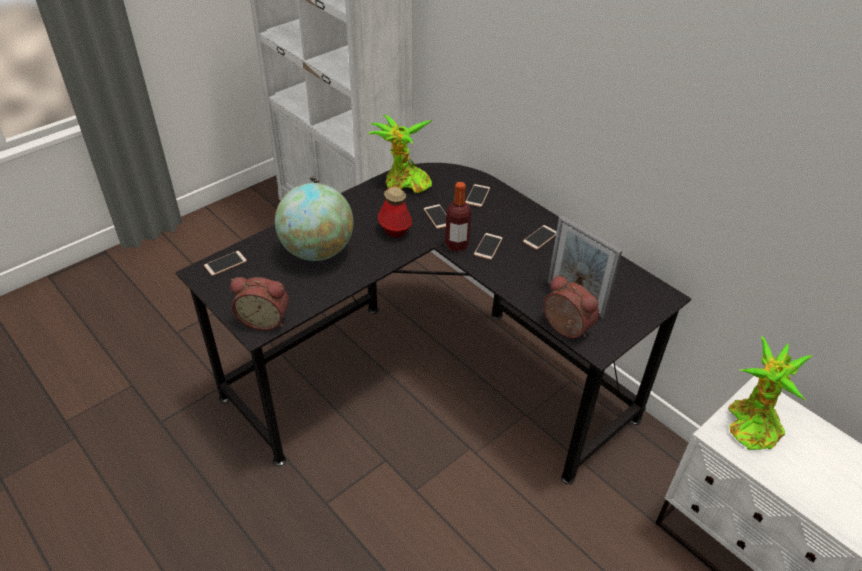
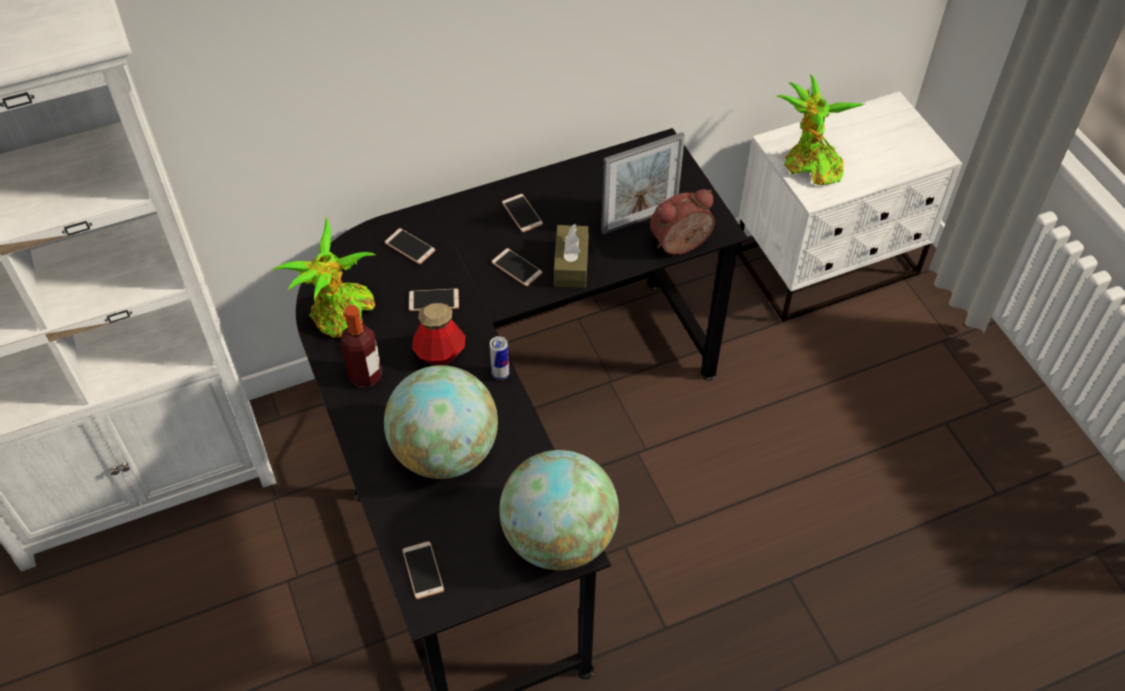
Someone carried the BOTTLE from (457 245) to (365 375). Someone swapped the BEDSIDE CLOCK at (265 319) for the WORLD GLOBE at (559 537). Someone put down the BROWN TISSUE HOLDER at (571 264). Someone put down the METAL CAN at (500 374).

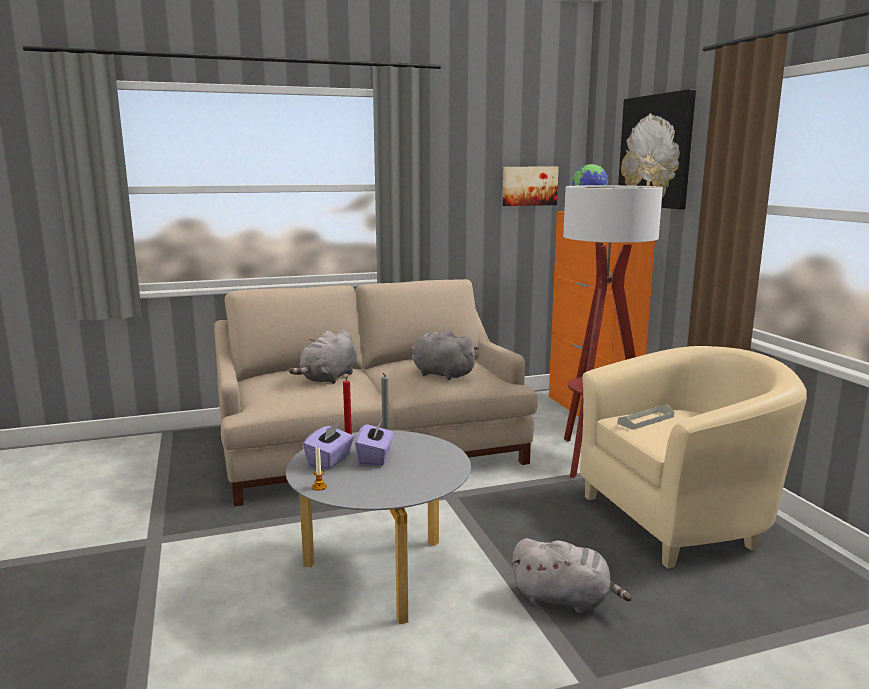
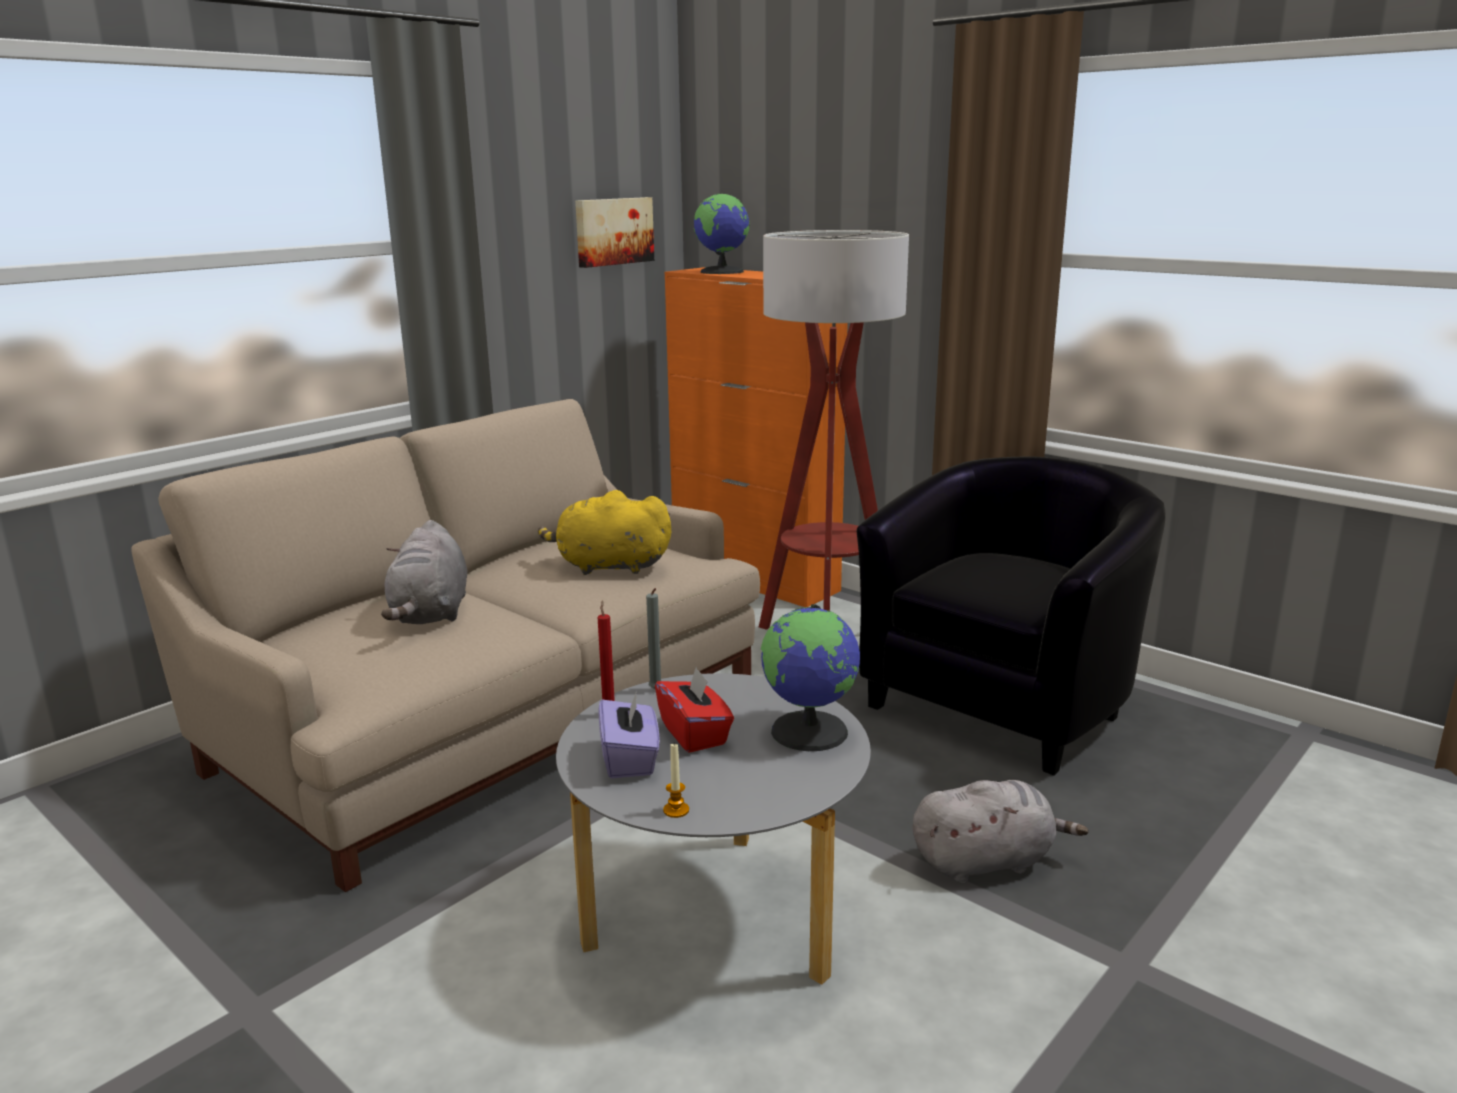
Someone took away the PICTURE at (656 151). Someone repainted the GRAY PLUSH TOY at (440 374), which became the YELLOW-COLOURED PLUSH TOY at (608 566). Someone repainted the BEIGE EASY CHAIR at (681 518), which became the BLACKISH EASY CHAIR at (1005 702). Someone took away the GRAY CARRYING TRAY at (646 420). Someone repainted the PURPLISH TISSUE HOLDER at (375 458), which became the RED-COLOURED TISSUE HOLDER at (695 734). Someone put down the WORLD GLOBE at (811 731).

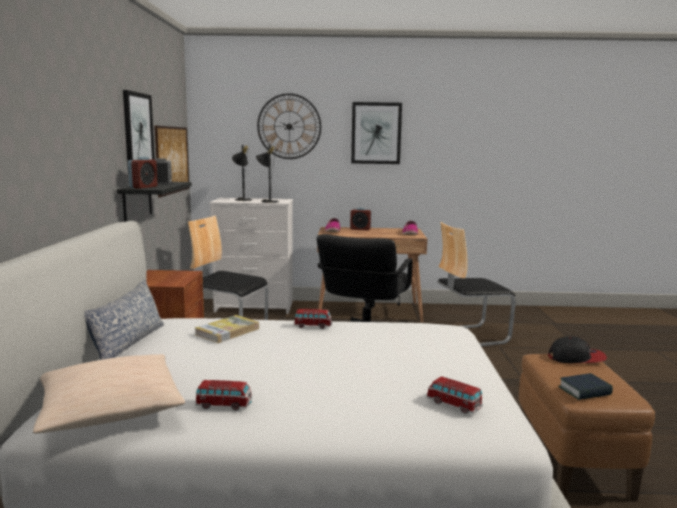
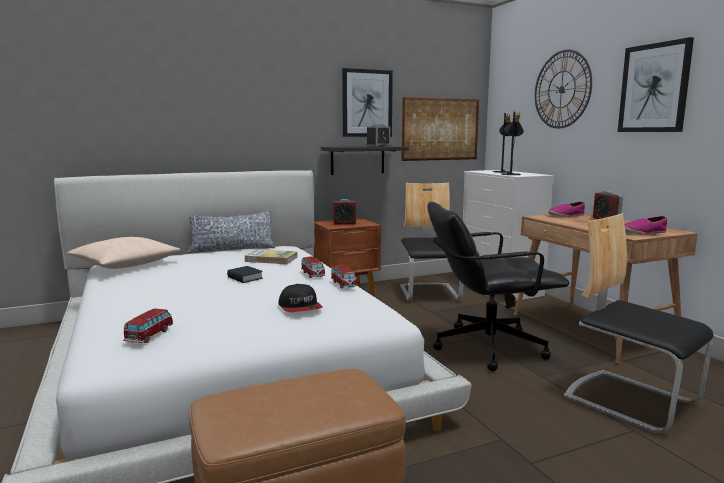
Someone carried the BEDSIDE CLOCK from (143 187) to (344 223). Someone carried the PEAKED CAP from (576 358) to (300 307). Someone carried the BOUND BOOK from (584 391) to (245 278). Someone carried the TOY CAR from (224 405) to (343 284).

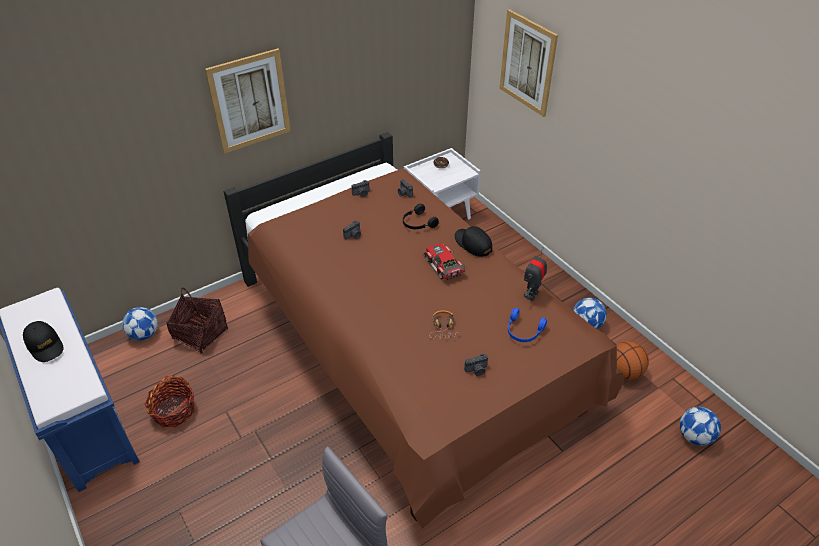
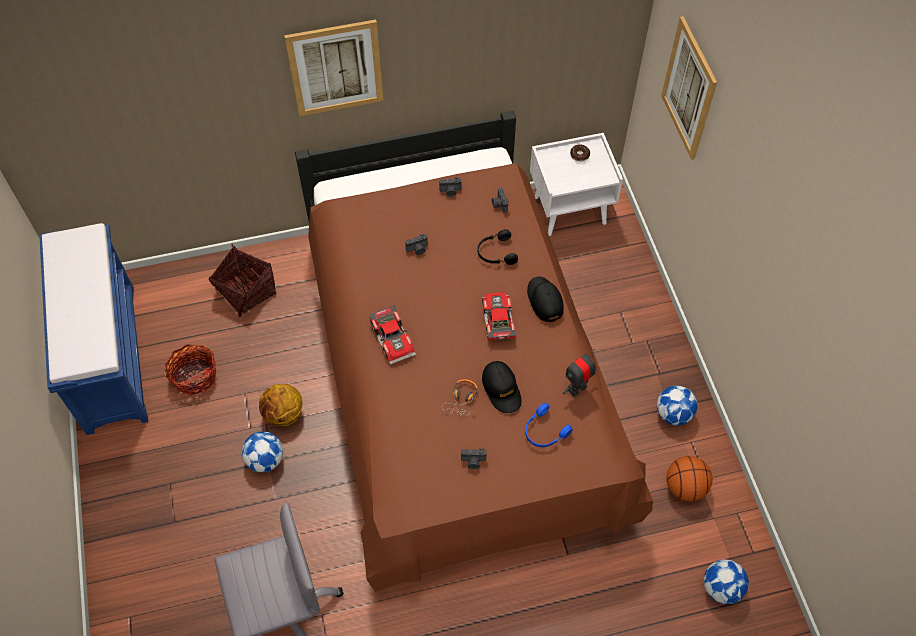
Someone carried the BALL FOR FOOTBALL from (144 334) to (265 460). Someone carried the BLACKISH PEAKED CAP from (45 345) to (501 389). Someone put down the TOY CAR at (394 338). Someone put down the BASKETBALL BALL at (283 414).

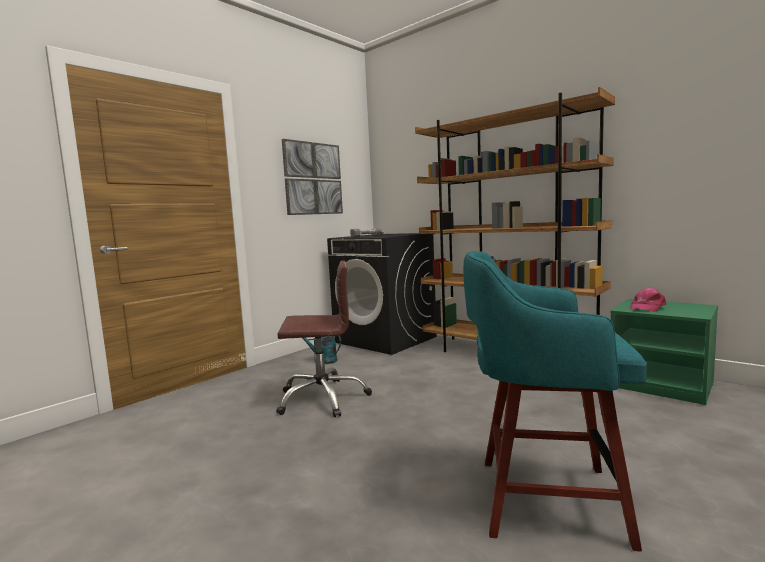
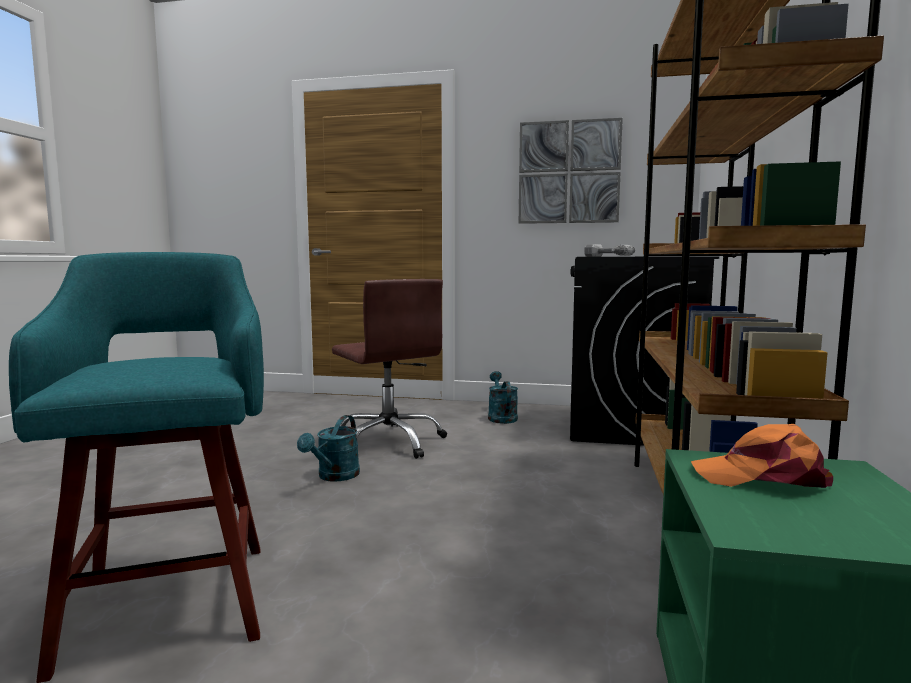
Someone repainted the PINKISH PEAKED CAP at (646 307), which became the ORANGEY PEAKED CAP at (762 477). Someone put down the TURQUOISE-COLOURED WATERING CAN at (334 477).

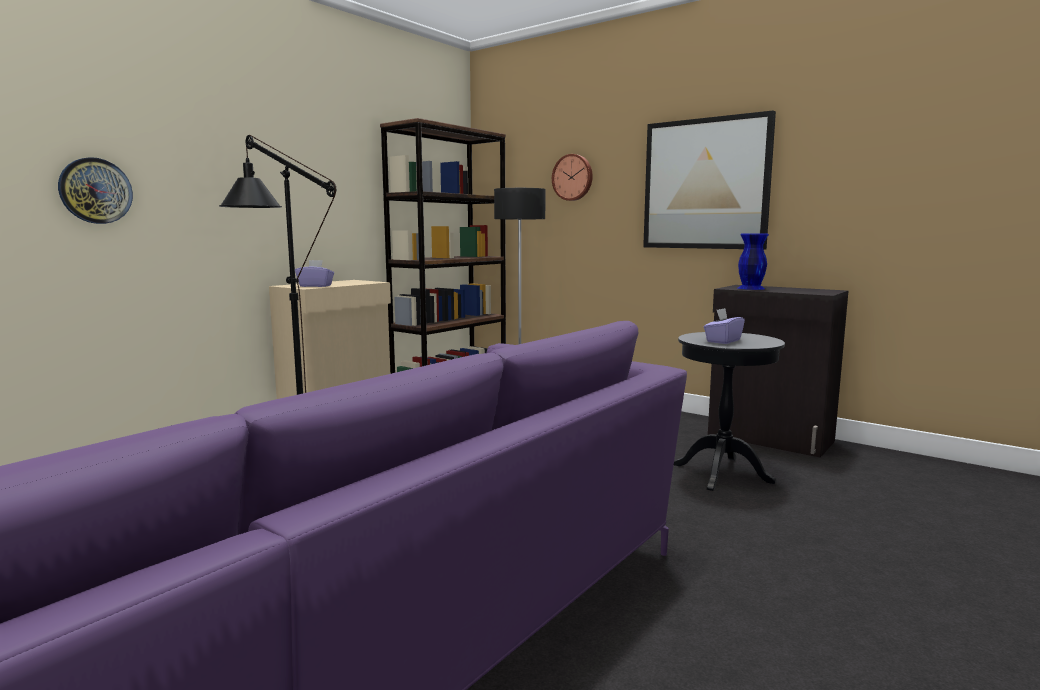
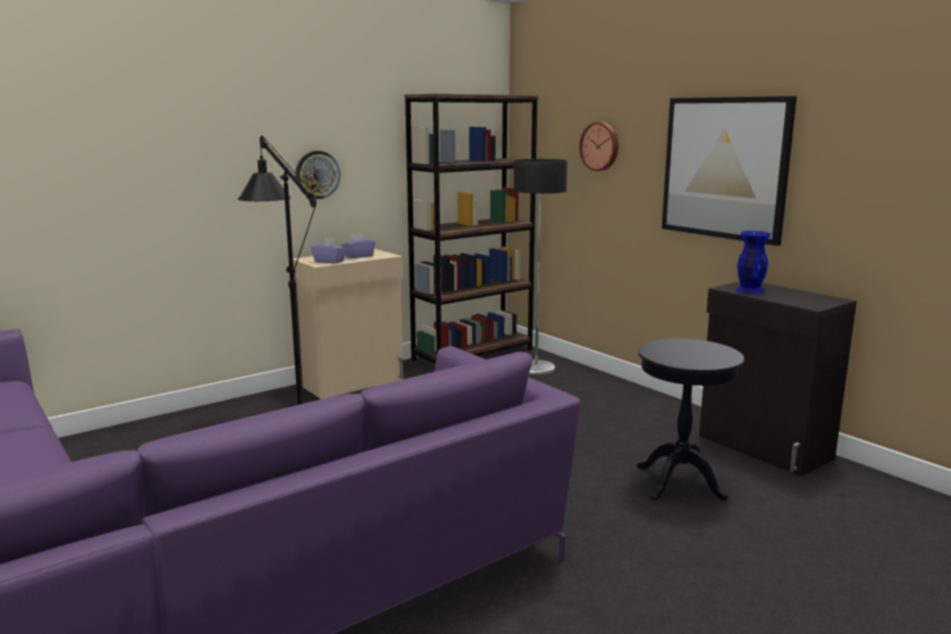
Someone carried the CLOCK ON THE WALL from (95 191) to (317 174). Someone carried the PURPLISH TISSUE HOLDER from (723 341) to (358 256).

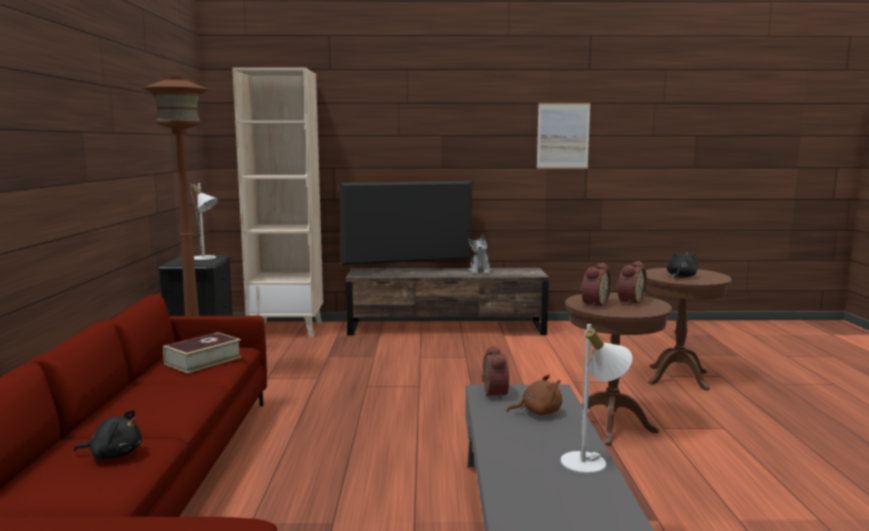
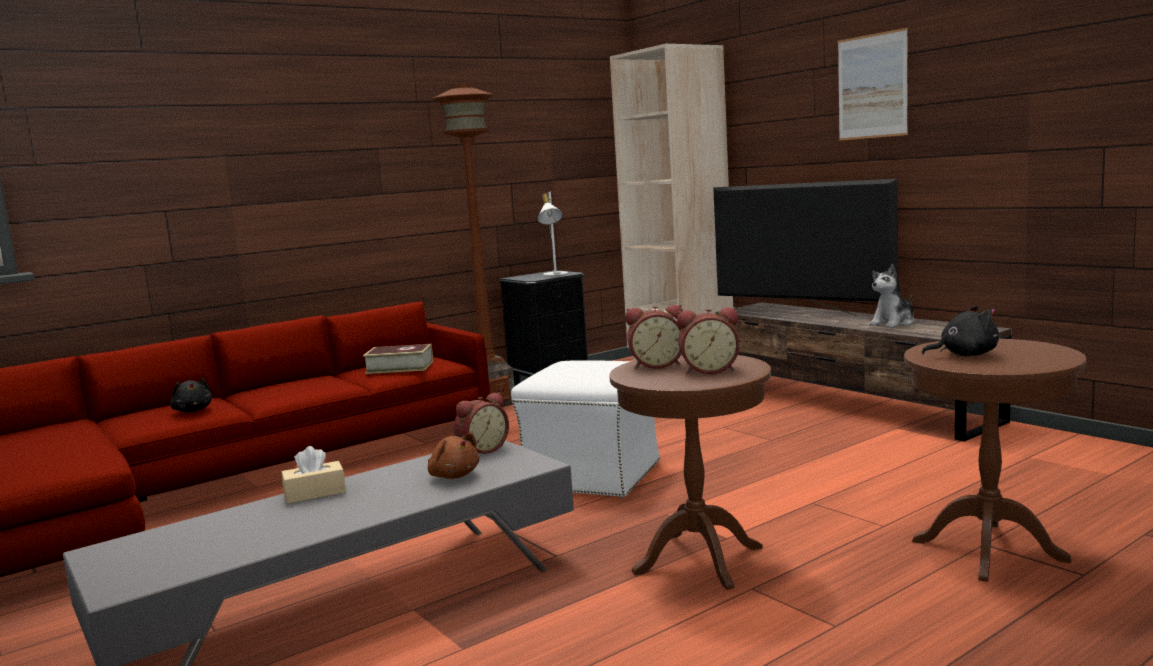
Someone carried the PICTURE from (563 136) to (872 86). Someone took away the WHITE TABLE LAMP at (591 461). Someone put down the WHITE OTTOMAN at (594 475). Someone put down the BEIGE TISSUE HOLDER at (315 493).

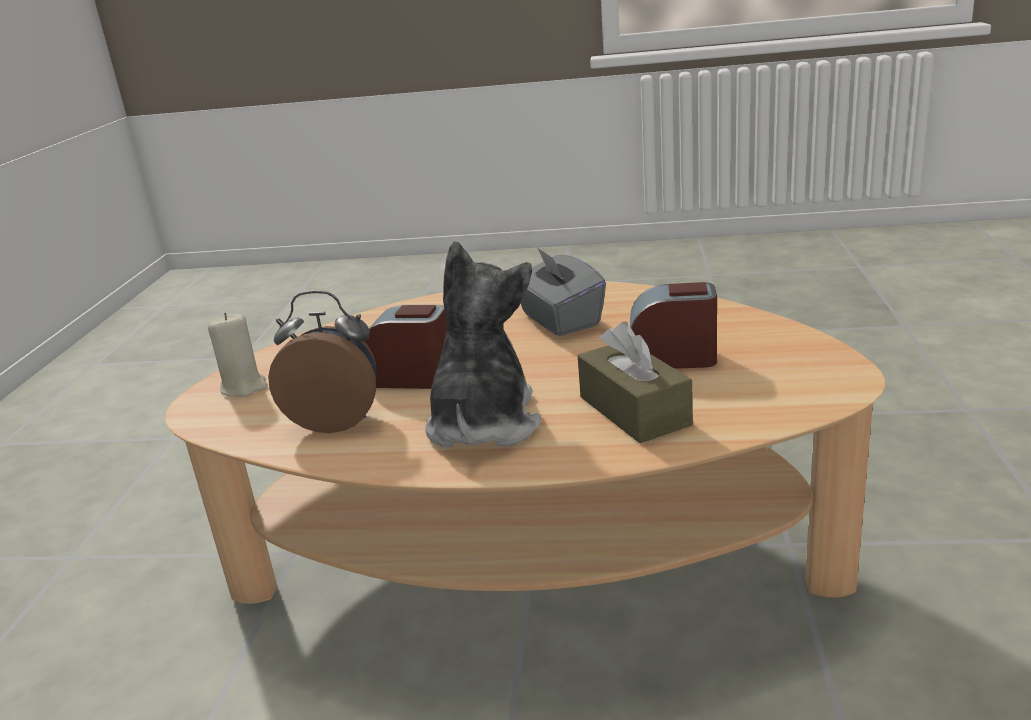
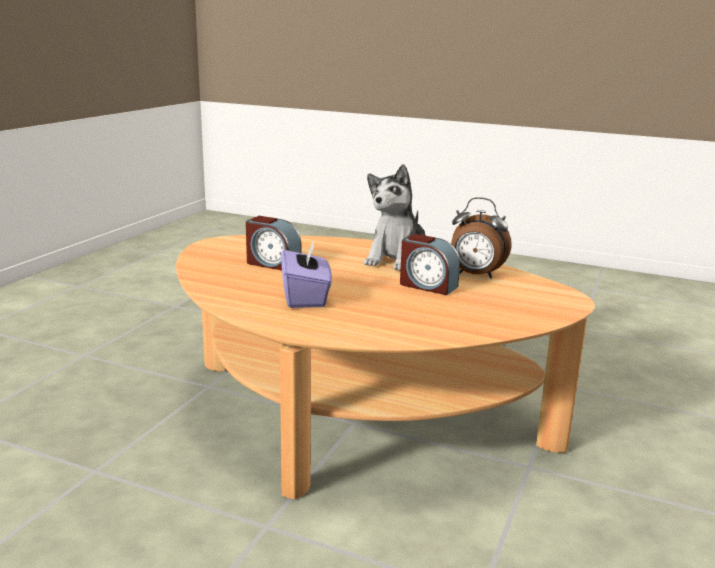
Someone repainted the GRAY TISSUE HOLDER at (559 320), which became the PURPLISH TISSUE HOLDER at (306 297). Someone took away the BEIGE WAX LIGHT at (244 387). Someone took away the BROWN TISSUE HOLDER at (634 411).

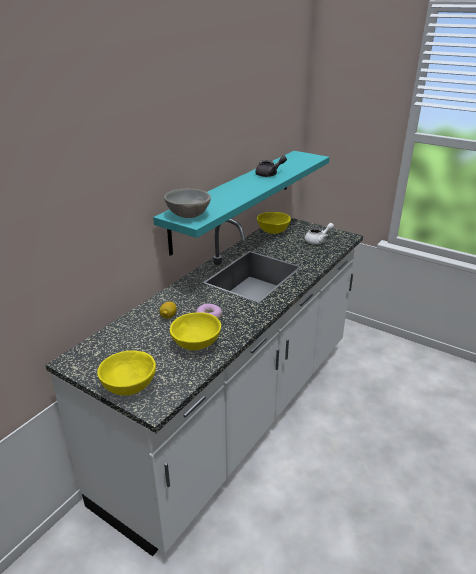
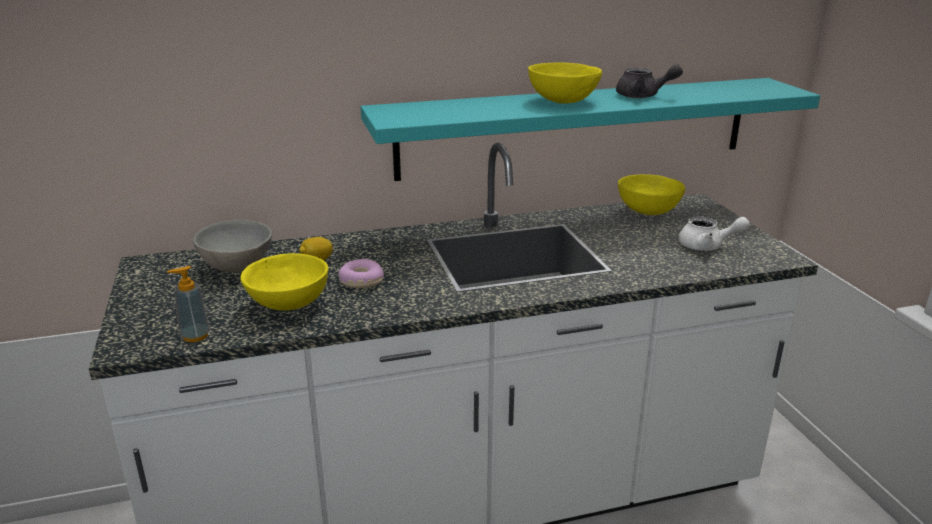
Someone carried the GRAY SERVING BOWL from (188 215) to (238 266). Someone carried the YELLOW-COLOURED SERVING BOWL from (129 386) to (562 101). Someone put down the SOAP DISPENSER at (195 336).

